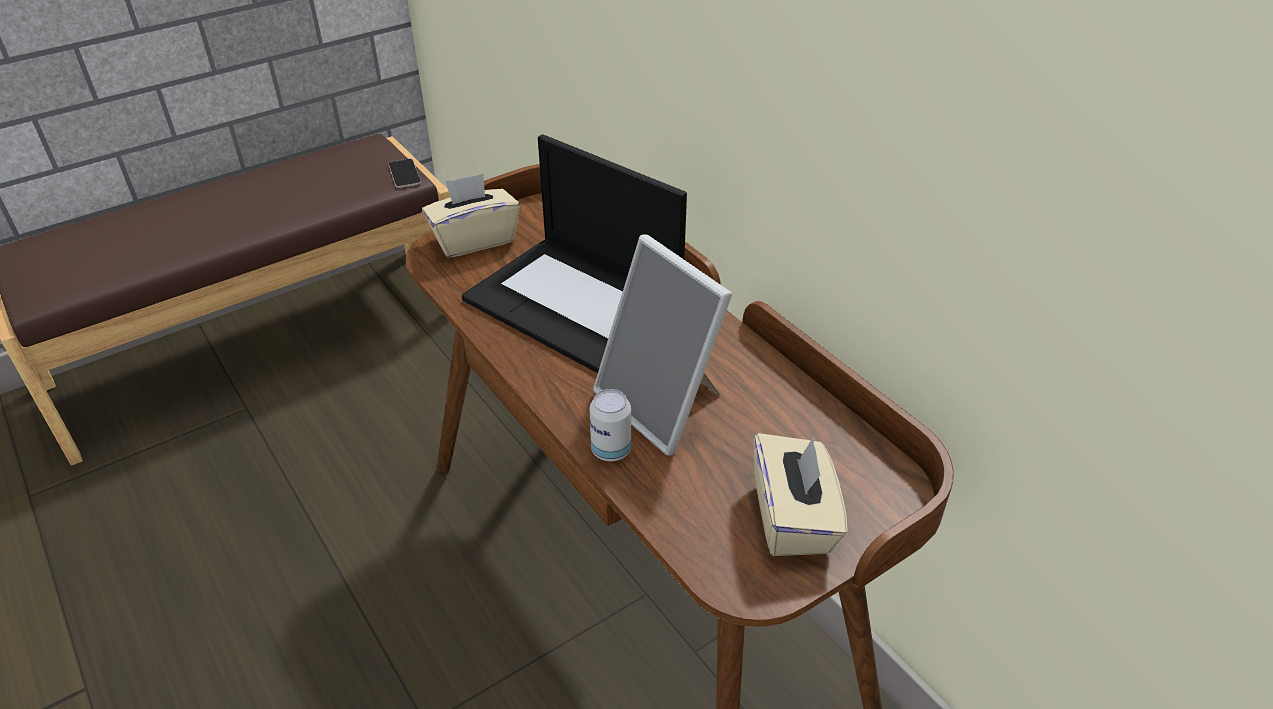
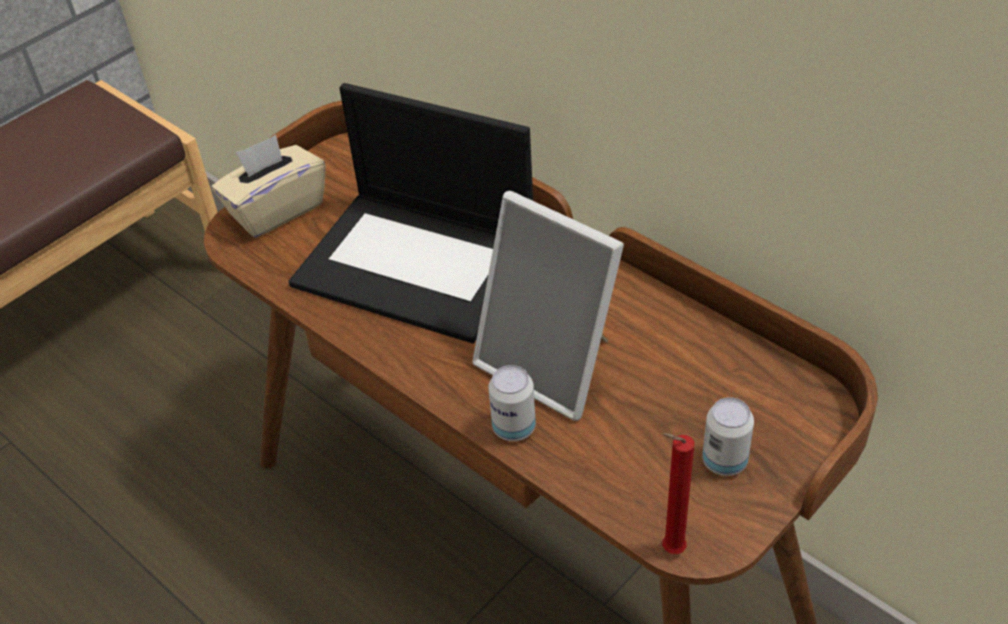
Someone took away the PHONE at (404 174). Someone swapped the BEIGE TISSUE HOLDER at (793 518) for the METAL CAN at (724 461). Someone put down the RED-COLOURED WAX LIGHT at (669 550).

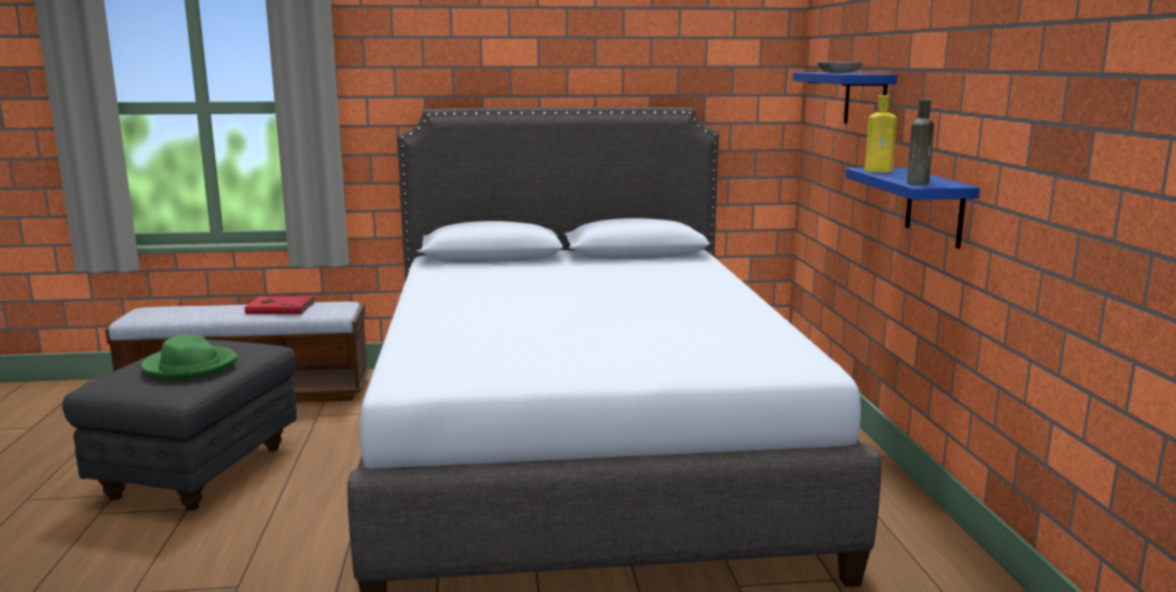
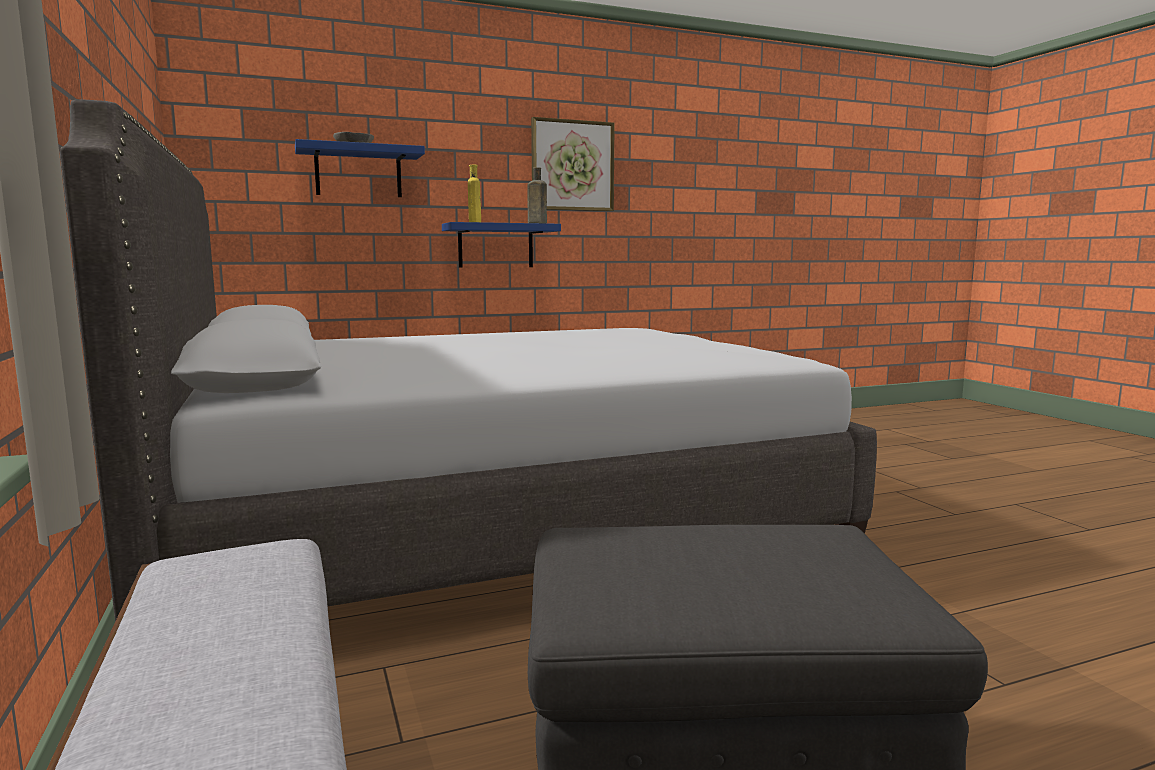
Someone took away the RED-COLOURED BOUND BOOK at (279 308). Someone took away the GREEN WEARABLE HAT at (189 366). Someone put up the PICTURE at (572 165).

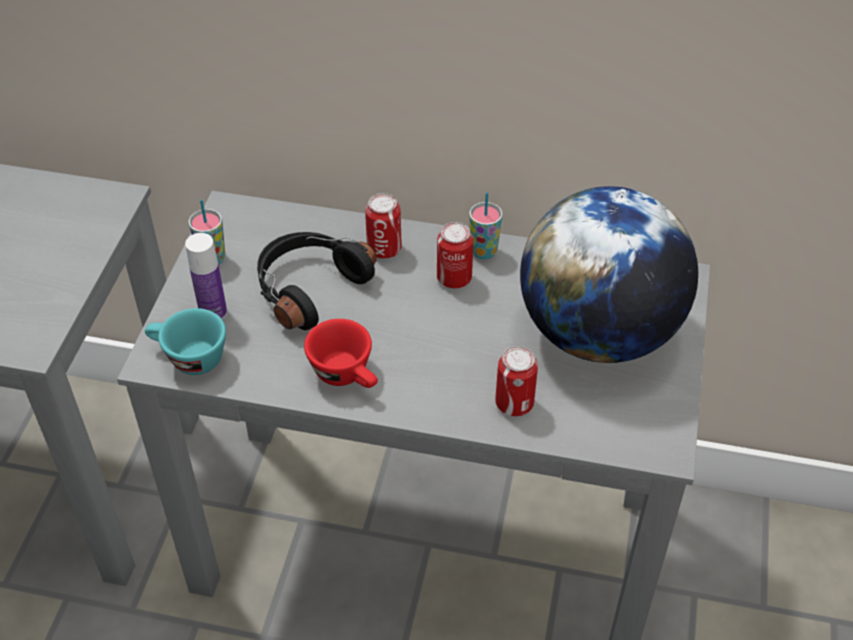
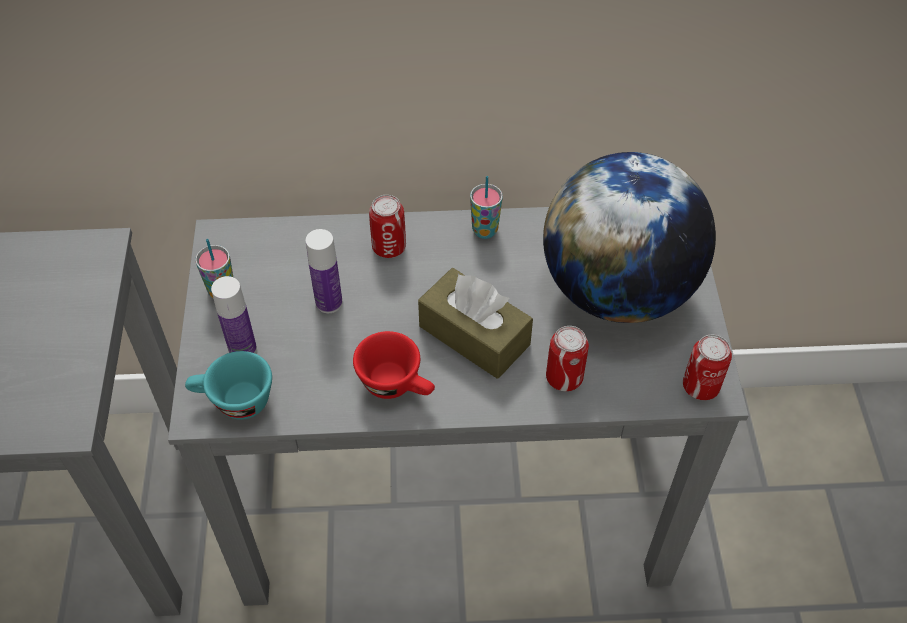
Someone carried the METAL CAN from (454 278) to (700 386). Someone swapped the BLACKISH HEADPHONES at (308 288) for the BOTTLE at (329 302). Someone put down the BROWN TISSUE HOLDER at (474 335).

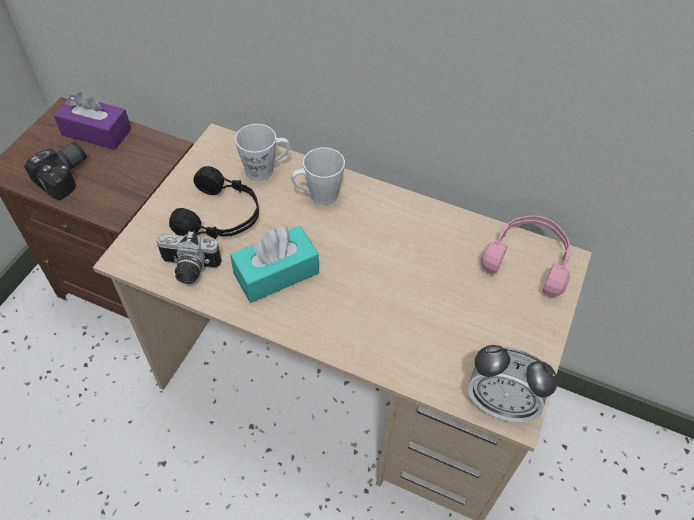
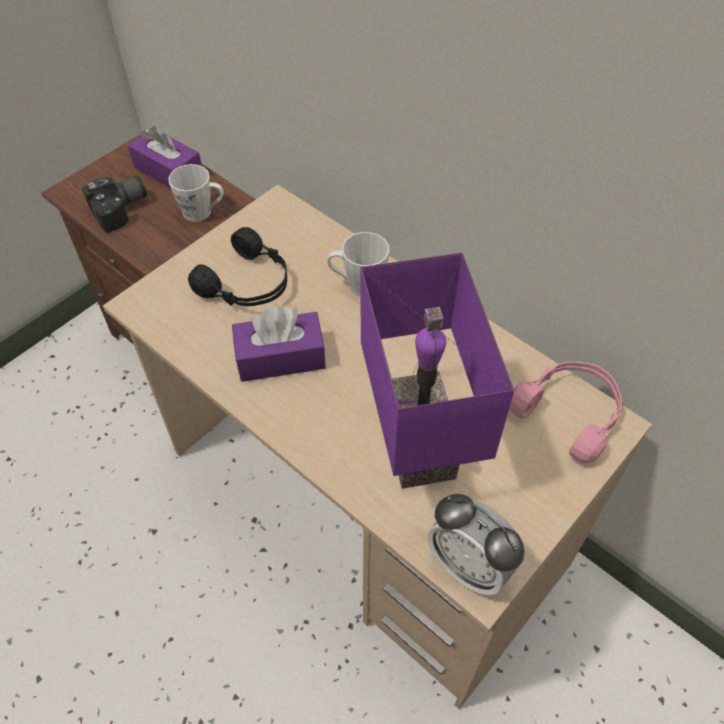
Someone carried the WHITE TEA MUG from (265 169) to (202 212). Someone repainted the TURQUOISE-COLOURED TISSUE HOLDER at (276 273), which became the PURPLISH TISSUE HOLDER at (280 357). Someone took away the STILL CAMERA at (188 269). Someone put down the PURPLISH TABLE LAMP at (423 445).

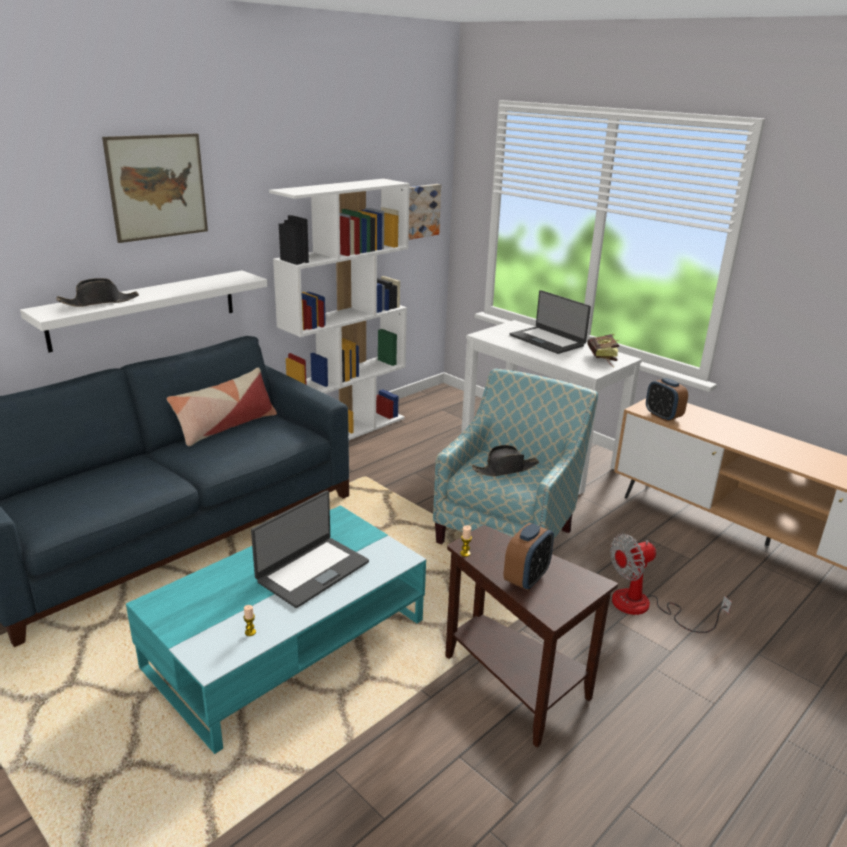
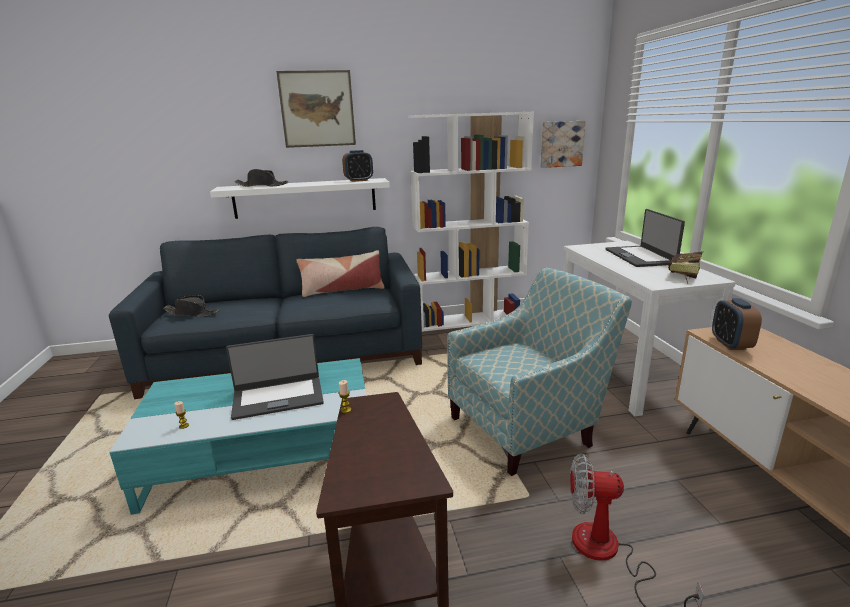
Someone carried the BLACKISH WEARABLE HAT from (505 469) to (192 313). Someone carried the BEDSIDE CLOCK from (526 579) to (359 180).

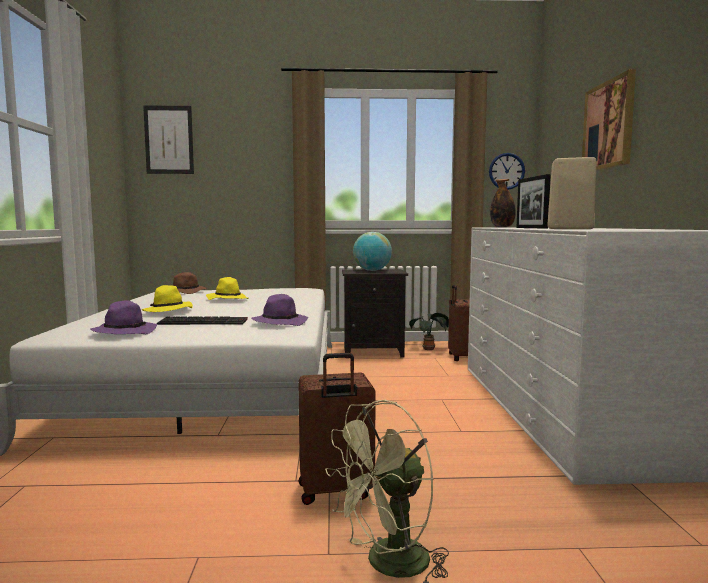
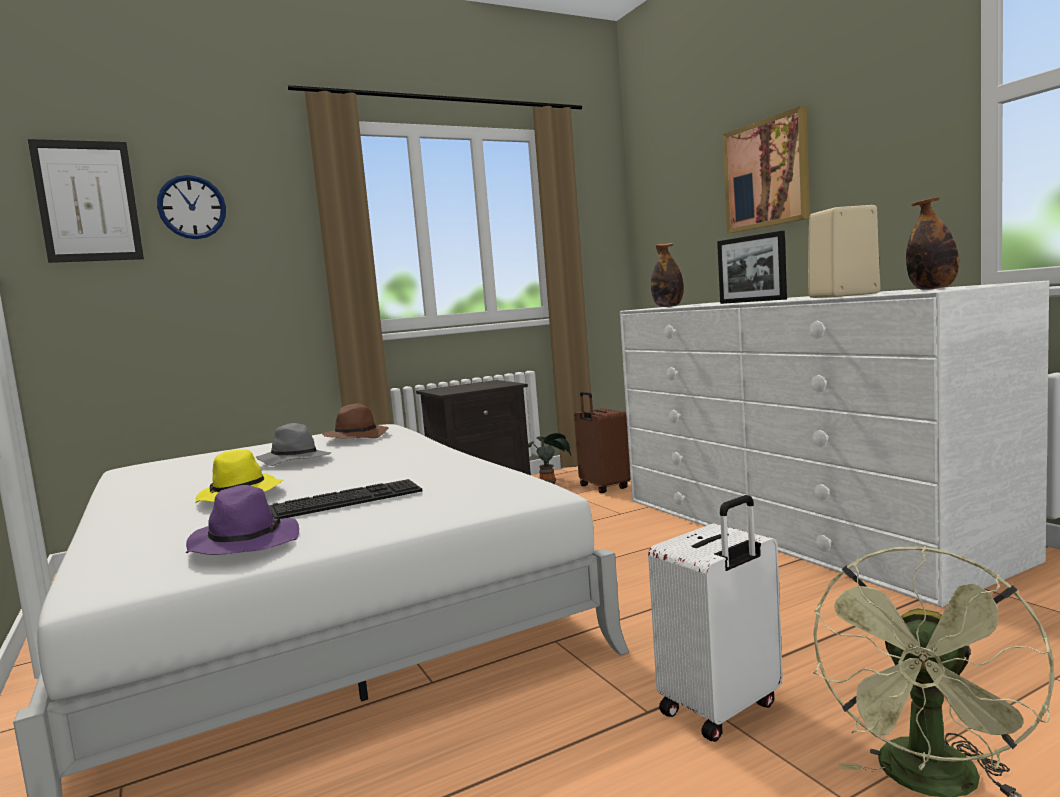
Someone carried the CLOCK ON THE WALL from (506 171) to (192 207). Someone took away the WORLD GLOBE at (372 270). Someone carried the BROWN WEARABLE HAT from (186 291) to (357 436). Someone repainted the YELLOW-COLOURED WEARABLE HAT at (227 299), which became the GRAY WEARABLE HAT at (294 461). Someone took away the PURPLISH WEARABLE HAT at (280 322). Someone repainted the BROWN TRAVEL CASE at (335 492), which became the WHITE TRAVEL CASE at (722 709). Someone put down the BOTTLE at (933 289).

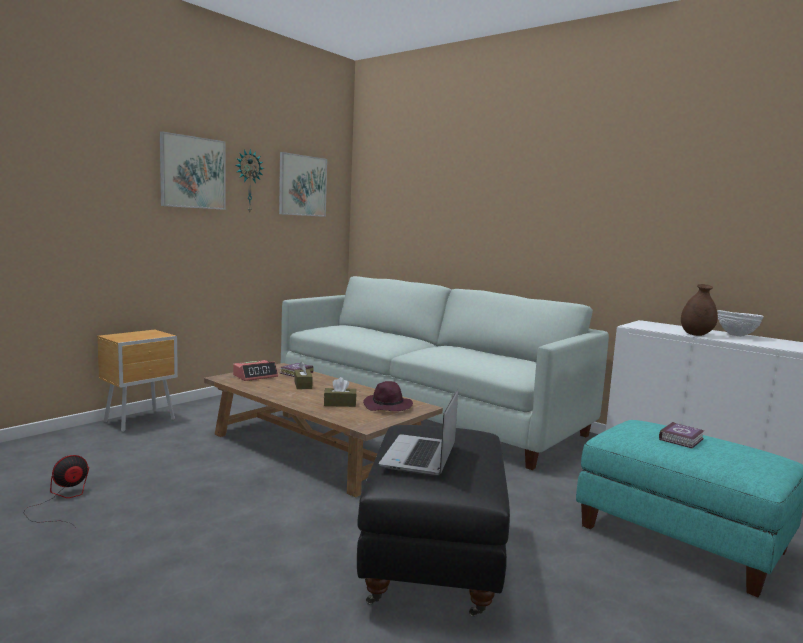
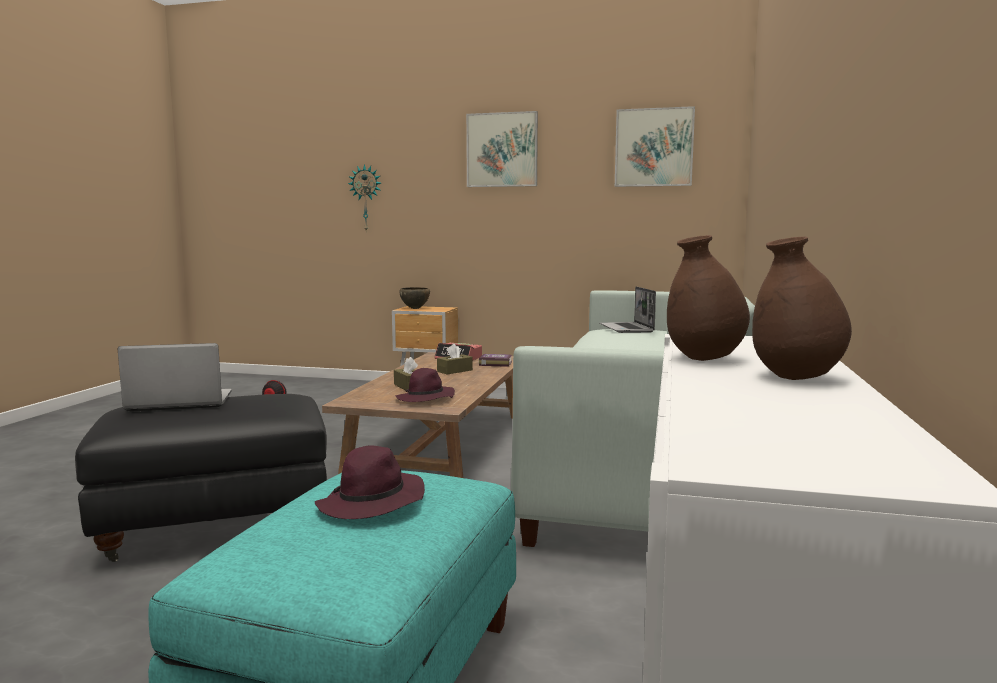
Someone carried the CLOCK ON THE WALL from (248 181) to (366 198). Someone swapped the WHITE SERVING BOWL at (737 336) for the BROWN FLOWER VASE at (796 378). Someone swapped the BOUND BOOK at (682 439) for the PURPLISH WEARABLE HAT at (372 504). Someone put down the NOTEBOOK COMPUTER at (627 329). Someone put down the BROWN SERVING BOWL at (415 308).

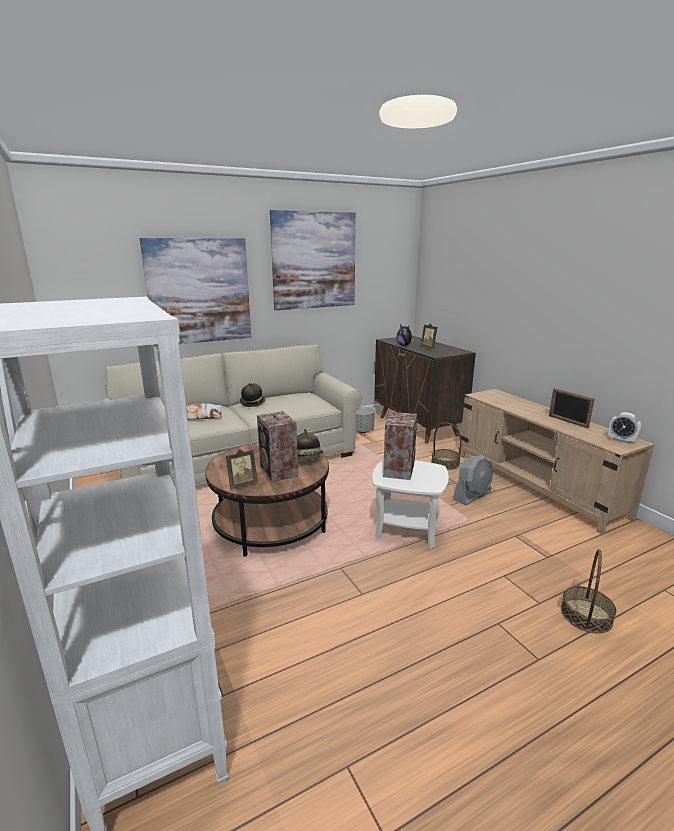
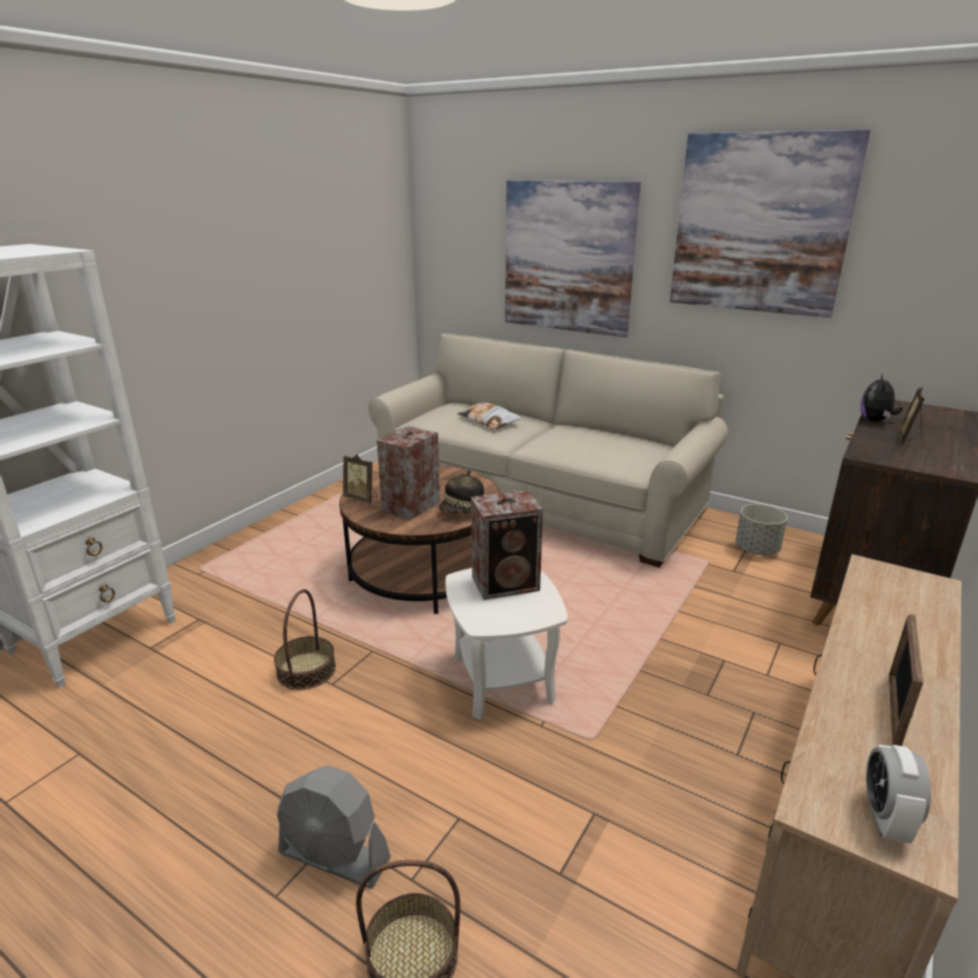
Someone took away the WEARABLE HAT at (253 403). Someone carried the BASKET from (445 463) to (306 670). Someone carried the GRAY FAN from (472 496) to (334 856).

